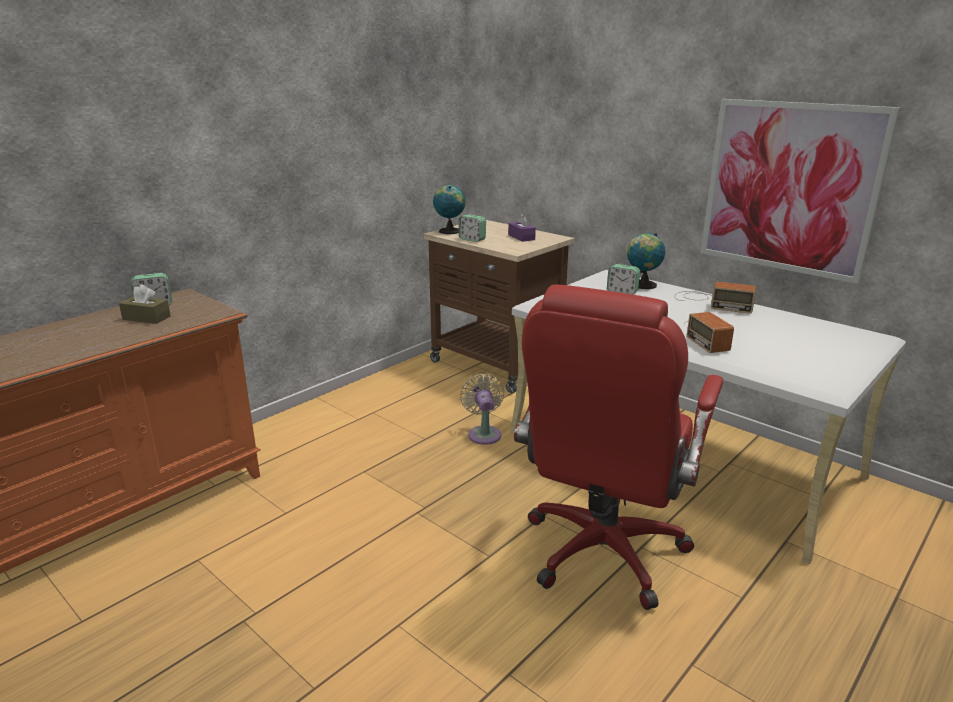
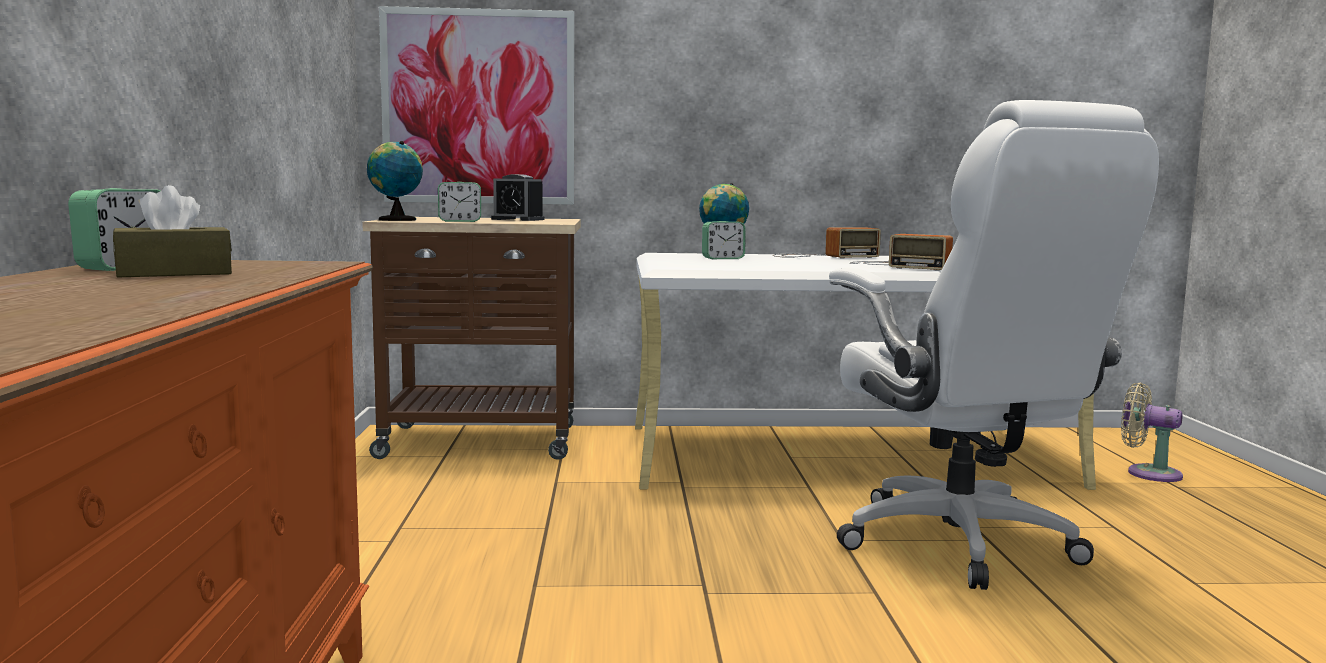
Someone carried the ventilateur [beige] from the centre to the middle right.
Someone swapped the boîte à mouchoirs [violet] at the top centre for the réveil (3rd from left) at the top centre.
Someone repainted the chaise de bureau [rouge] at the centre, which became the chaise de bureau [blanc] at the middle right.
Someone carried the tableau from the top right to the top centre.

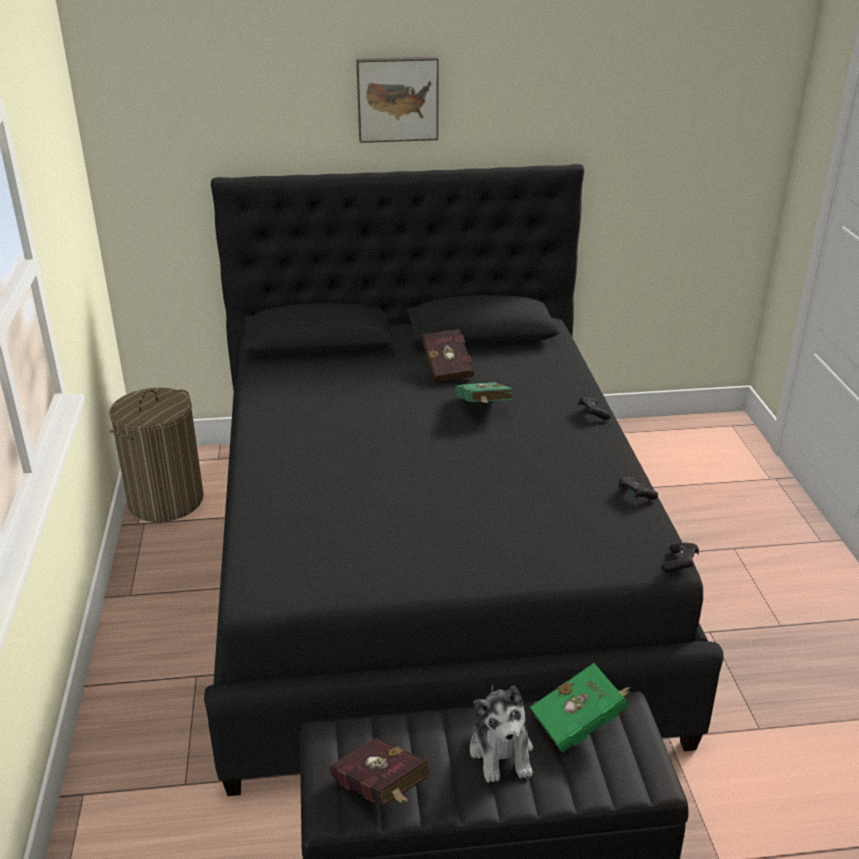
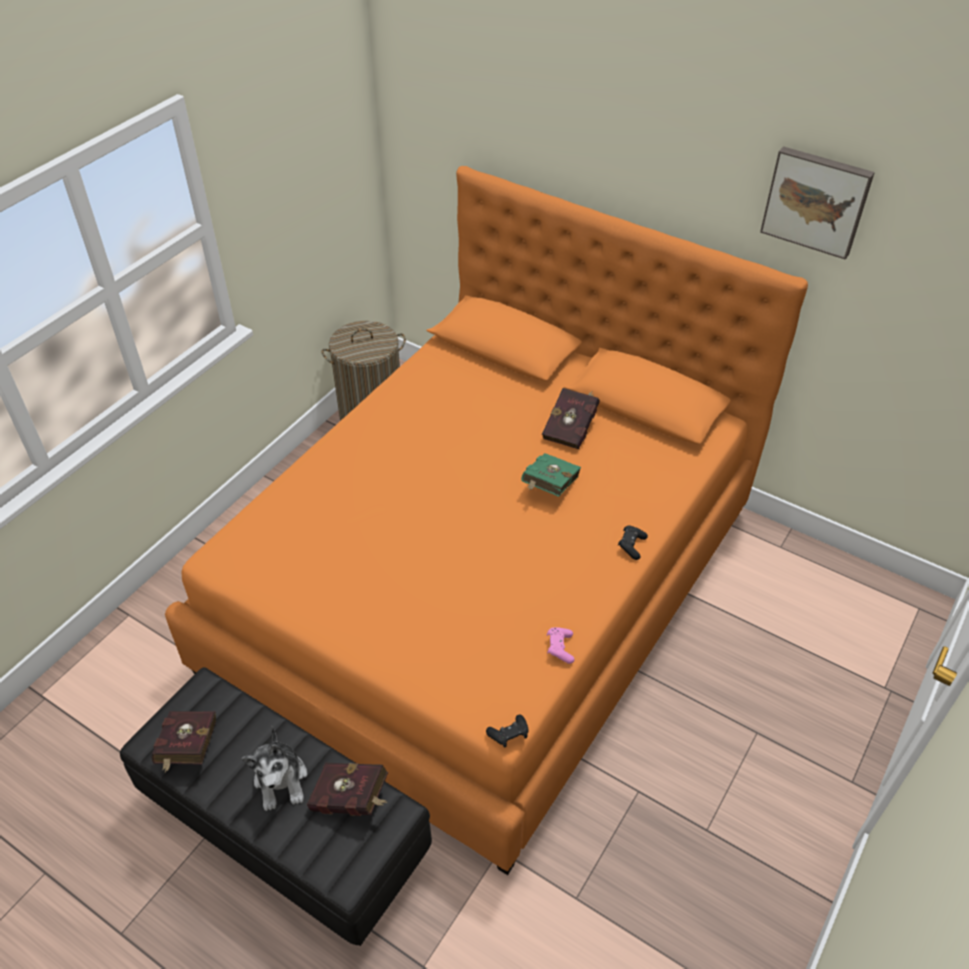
Someone repainted the lit [noir] at the centre, which became the lit [orange] at the centre.
Someone carried the tableau from the top centre to the top right.
Someone rotated the peluche at the bottom centre by 45 degrees counterclockwise.
Someone repainted the livre [vert] (2nd from left) at the bottom right, which became the livre [rouge] (2nd from left) at the bottom centre.
Someone repainted the manette [noir] (2nd from left) at the middle right, which became the manette [rose] at the centre.

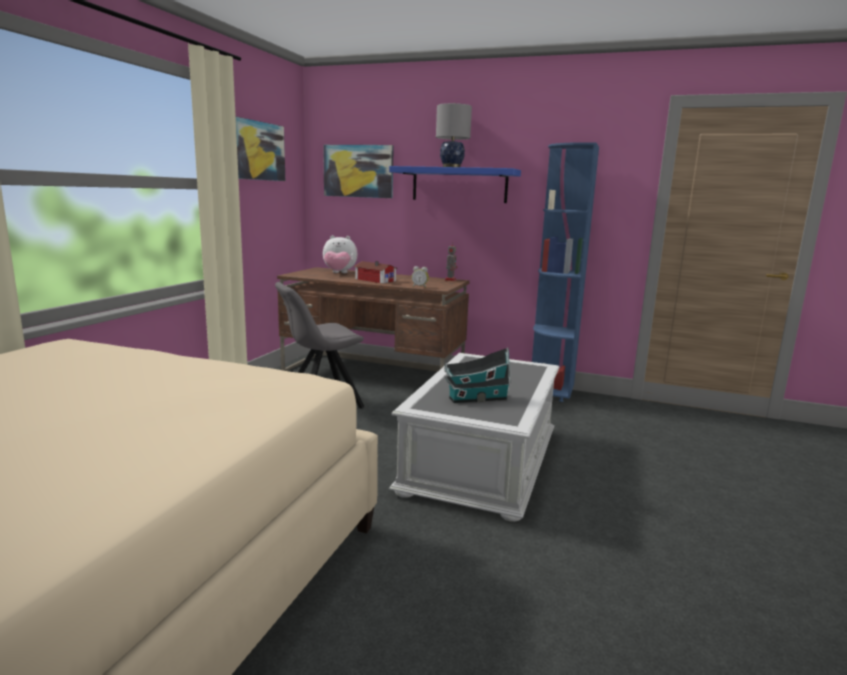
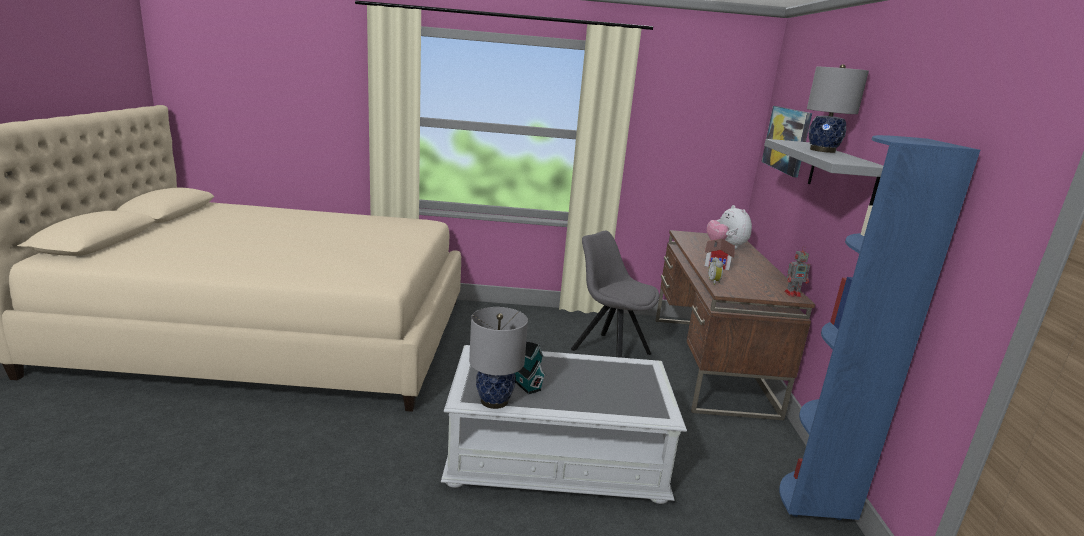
Someone took away the tableau (1st from left) at the top left.
Someone repainted the étagère [bleu] at the top centre, which became the étagère [gris] at the top right.
Someone put down the lampe de table [gris] (1st from left) at the bottom centre.

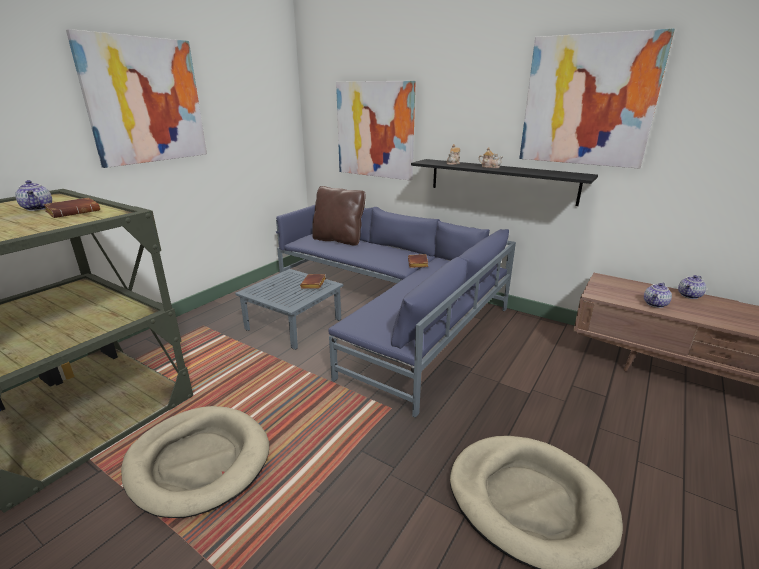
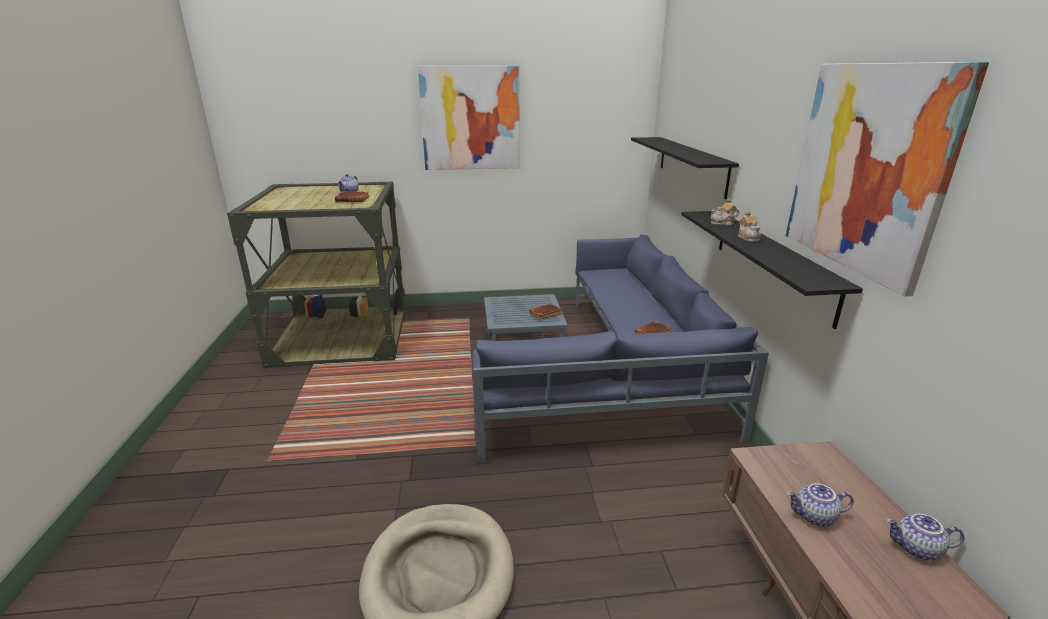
Someone took away the panier pour chien [beige] (1st from left) at the bottom left.
Someone took away the coussin [marron] at the centre.
Someone swapped the tableau (2nd from left) at the top centre for the étagère [noir] (1st from left) at the top centre.

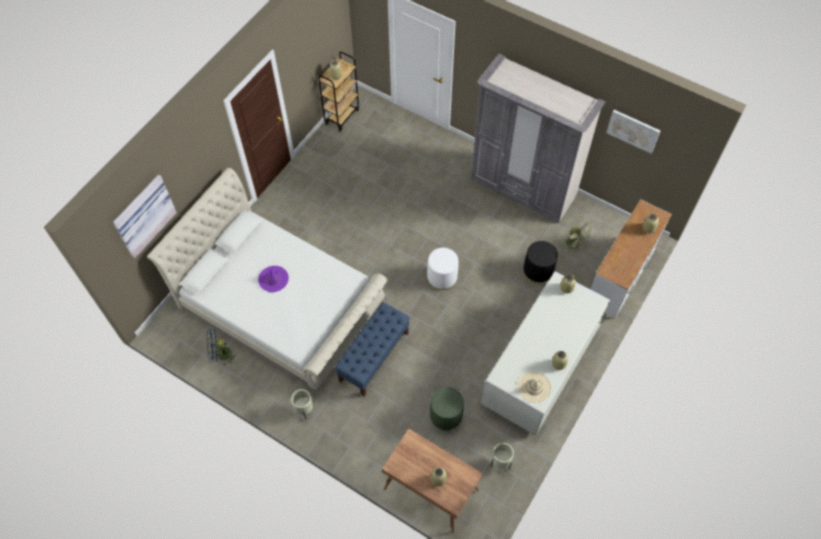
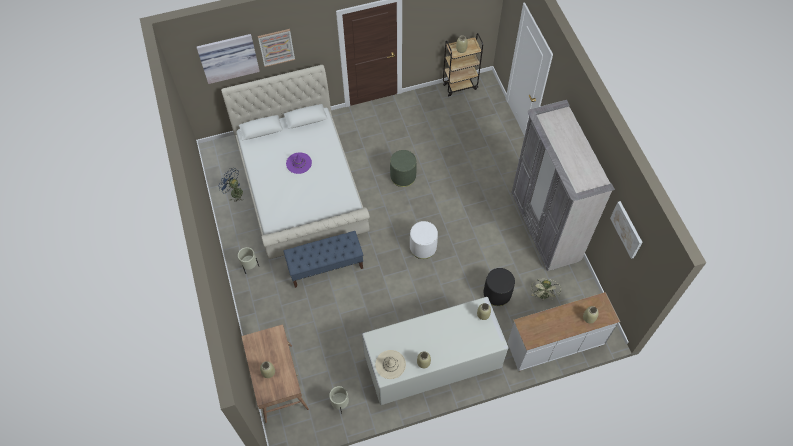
Someone carried the pouf [vert] from the bottom centre to the centre.
Someone put up the tableau (2nd from left) at the top centre.

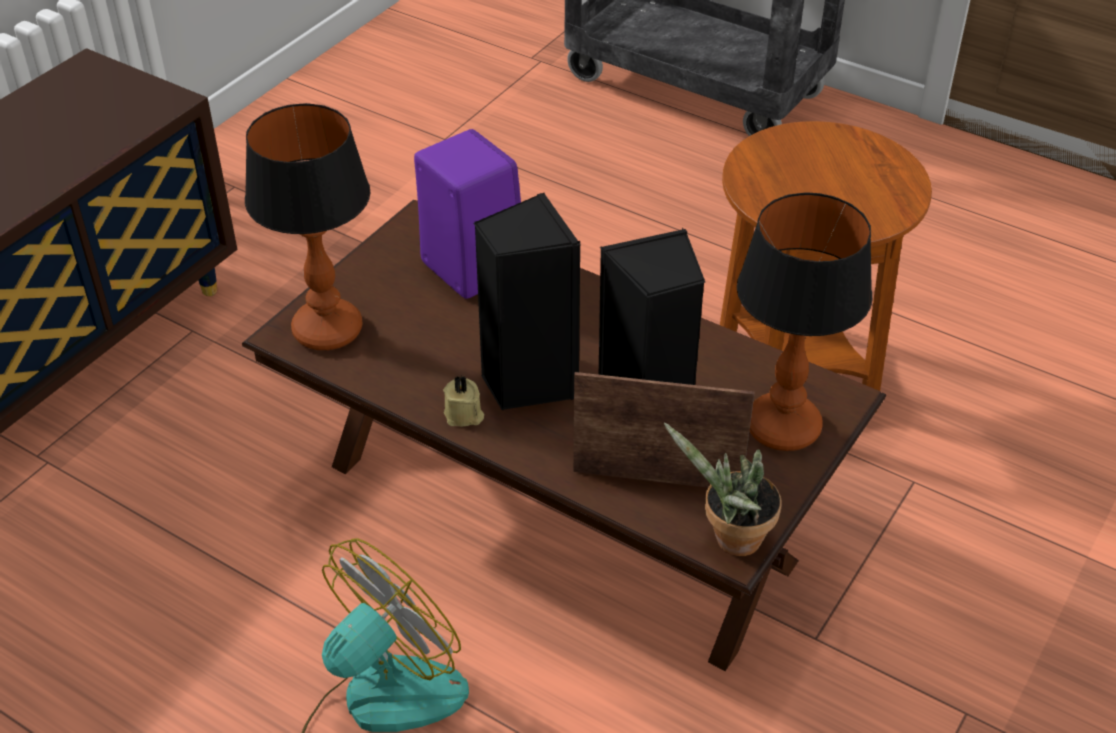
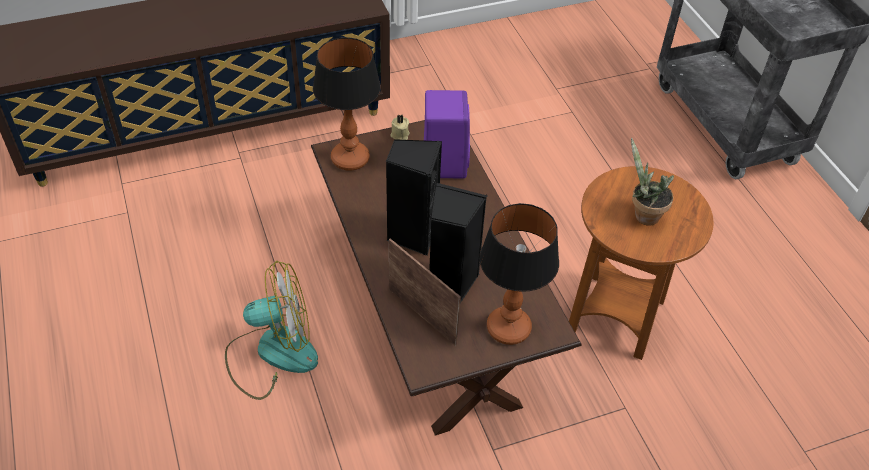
Someone carried the bougie [beige] from the centre to the top centre.
Someone carried the plante en pot from the bottom centre to the middle right.

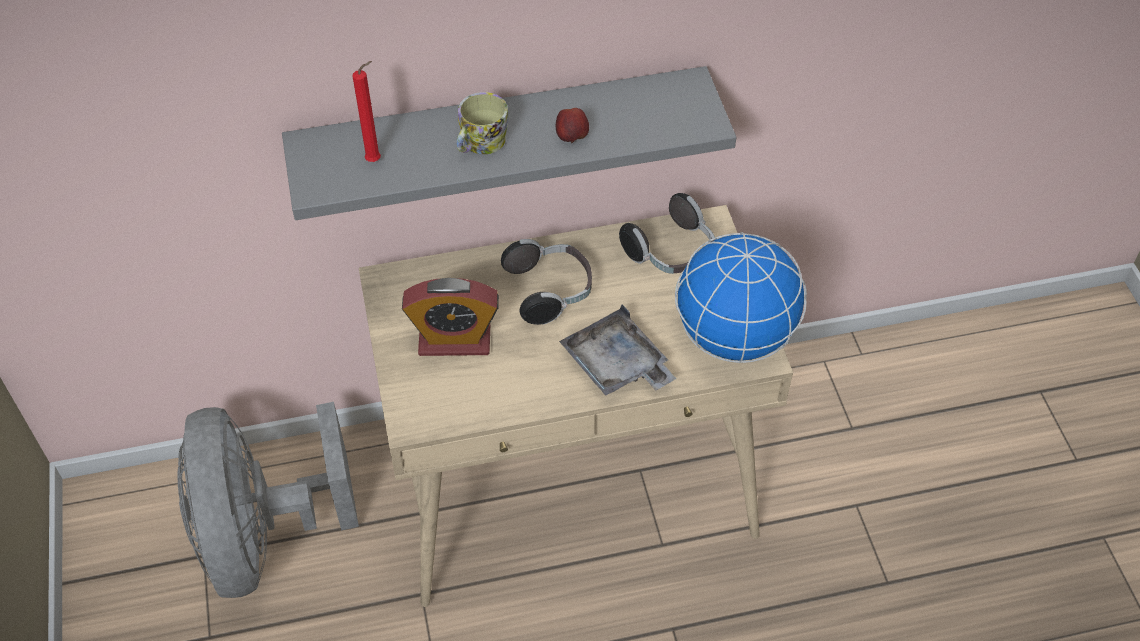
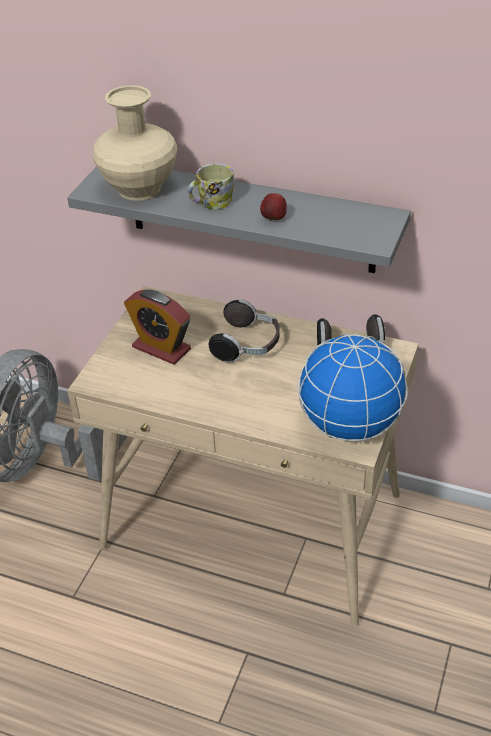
Someone swapped the bougie [rouge] at the top left for the vase [beige] at the top left.
Someone took away the plateau [gris] at the centre.

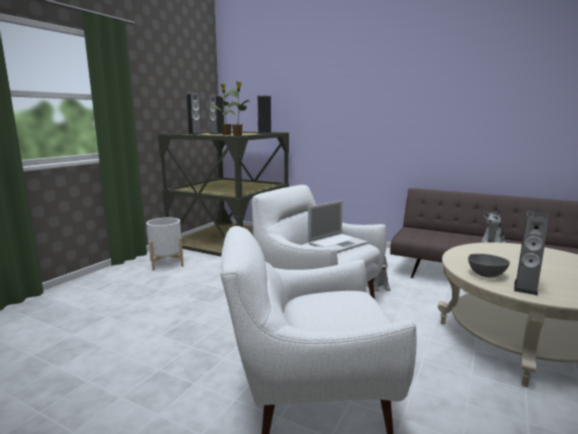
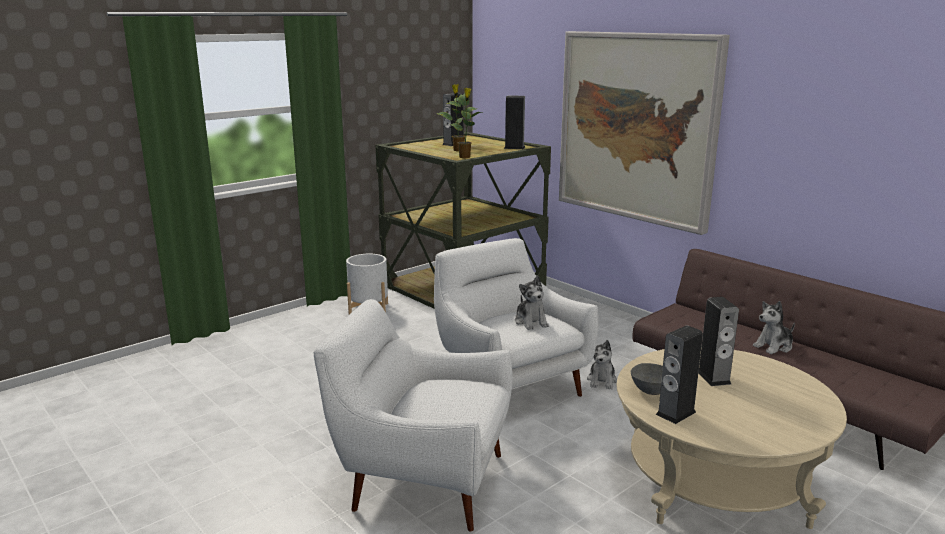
Someone carried the enceinte (1st from left in the first image) from the top centre to the middle right.
Someone swapped the ordinateur portable at the centre for the peluche (1st from left) at the centre.
Someone put up the tableau at the top right.

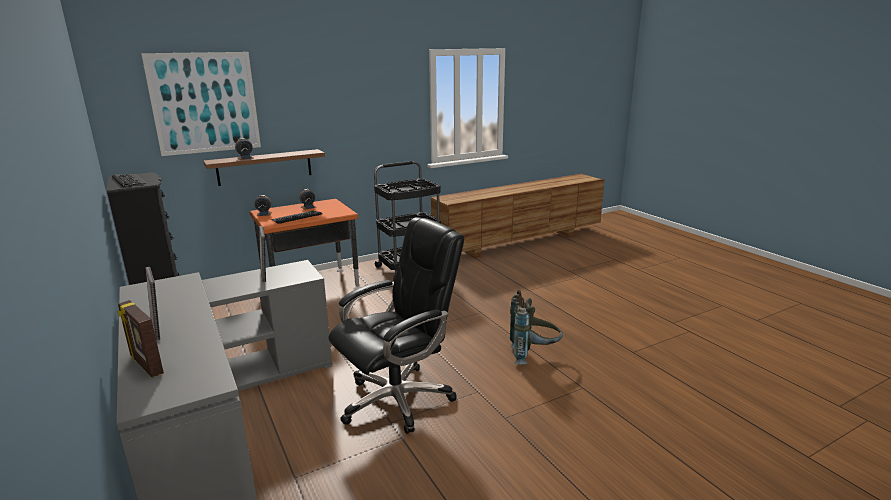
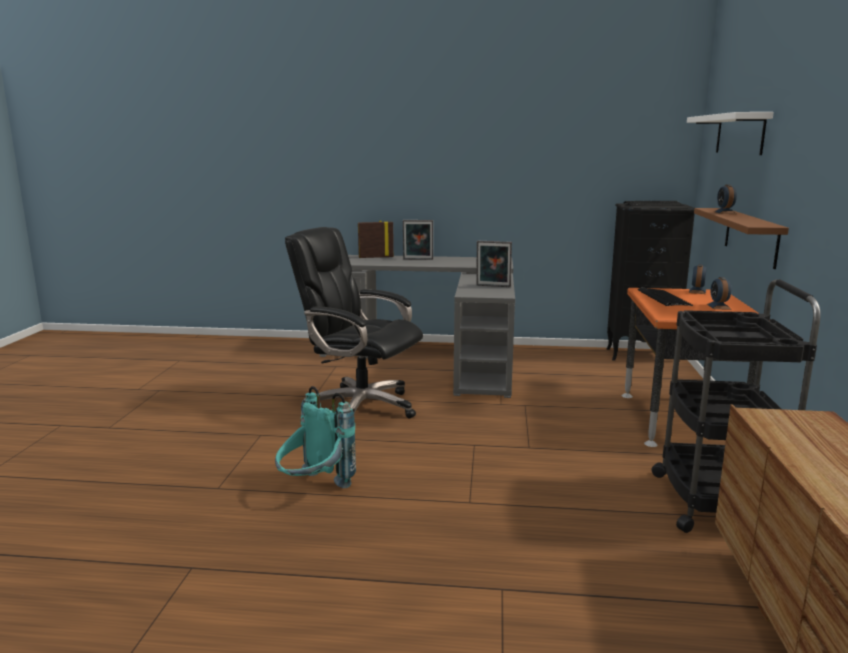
Someone swapped the tableau at the top left for the étagère [blanc] at the top right.
Someone rotated the chaise de bureau [noir] at the centre by 120 degrees clockwise.
Someone repainted the sac à dos [gris] at the centre, which became the sac à dos [turquoise] at the bottom centre.

